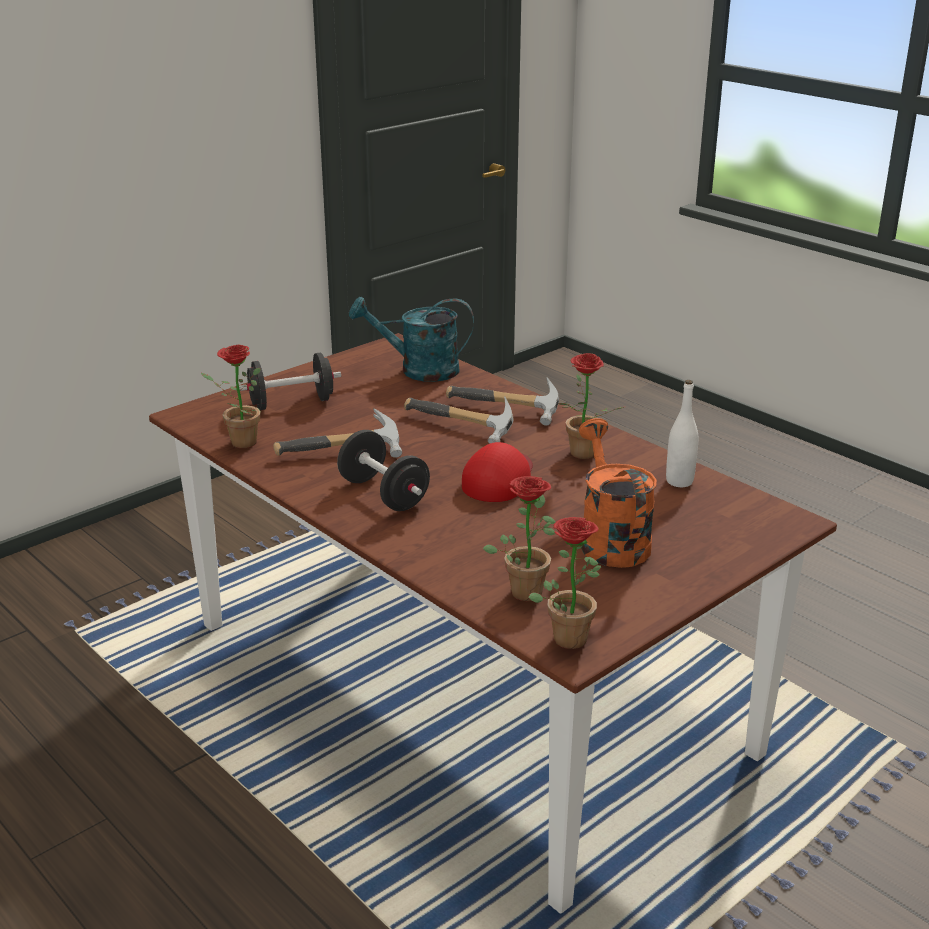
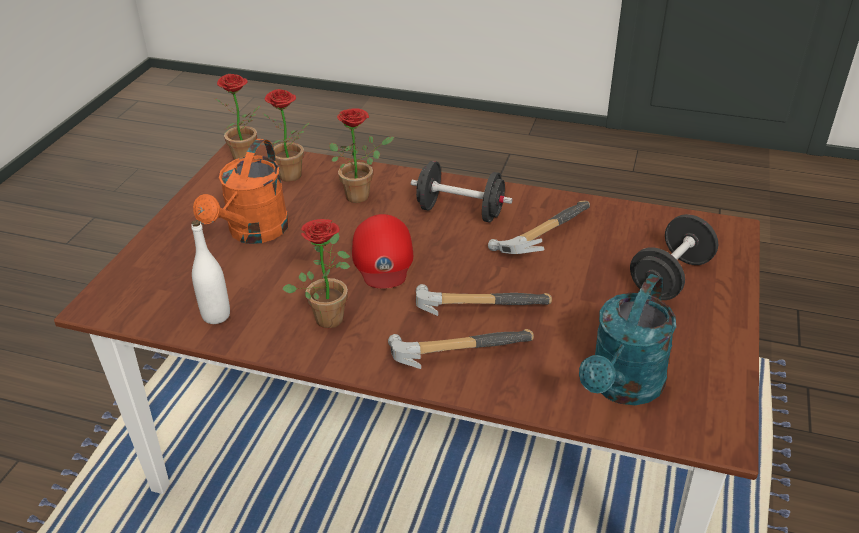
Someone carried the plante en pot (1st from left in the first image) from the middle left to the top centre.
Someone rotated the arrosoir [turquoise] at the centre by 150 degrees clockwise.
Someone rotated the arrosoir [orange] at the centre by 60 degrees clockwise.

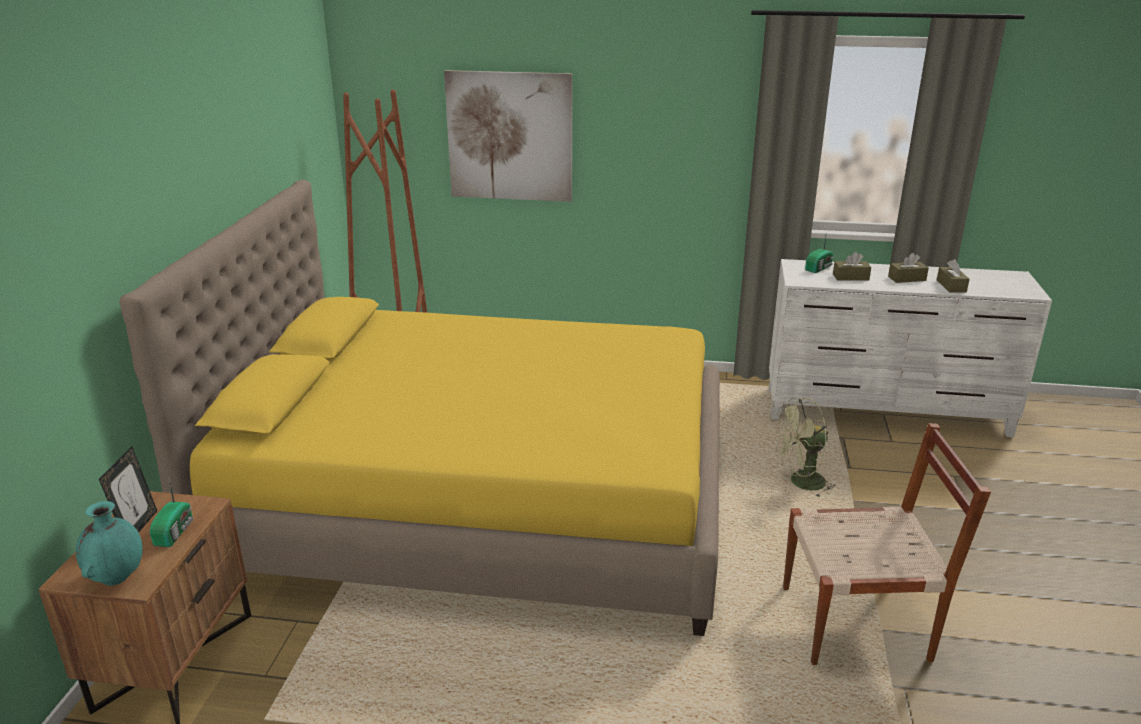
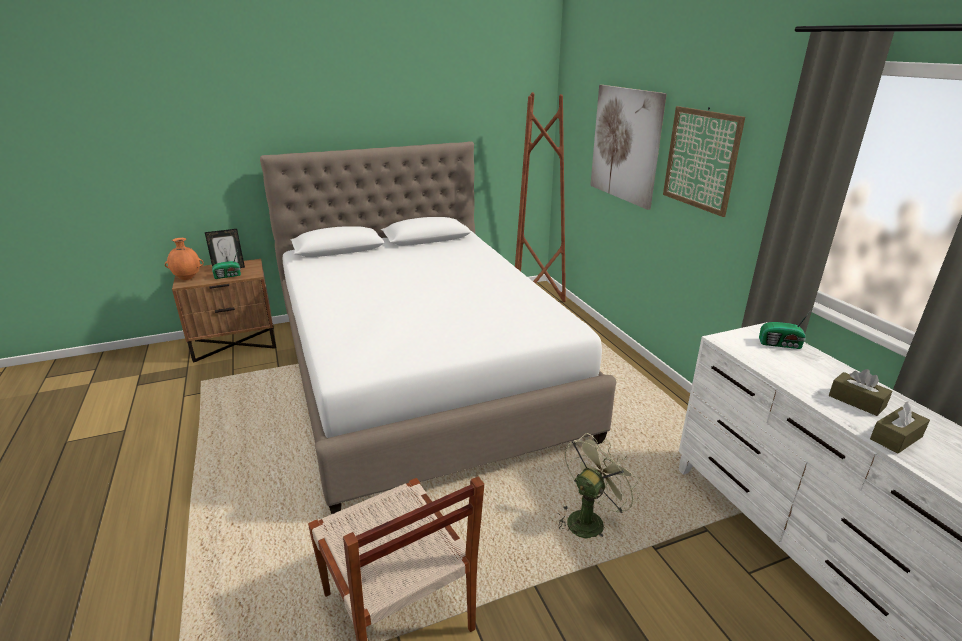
Someone repainted the vase [turquoise] at the bottom left, which became the vase [orange] at the middle left.
Someone repainted the lit [jaune] at the centre, which became the lit [blanc] at the centre.
Someone rotated the ventilateur [vert] at the middle right by 90 degrees clockwise.
Someone took away the boîte à mouchoirs [marron] (1st from left) at the middle right.
Someone put up the tableau (2nd from left) at the top right.

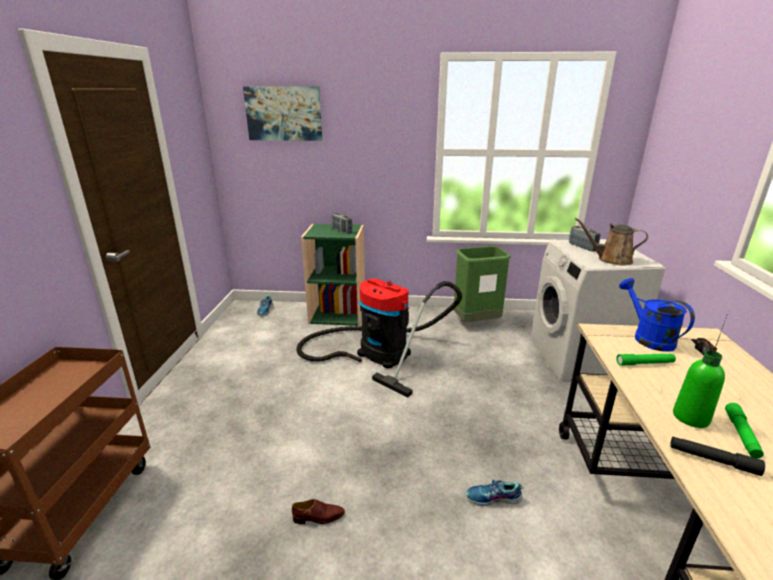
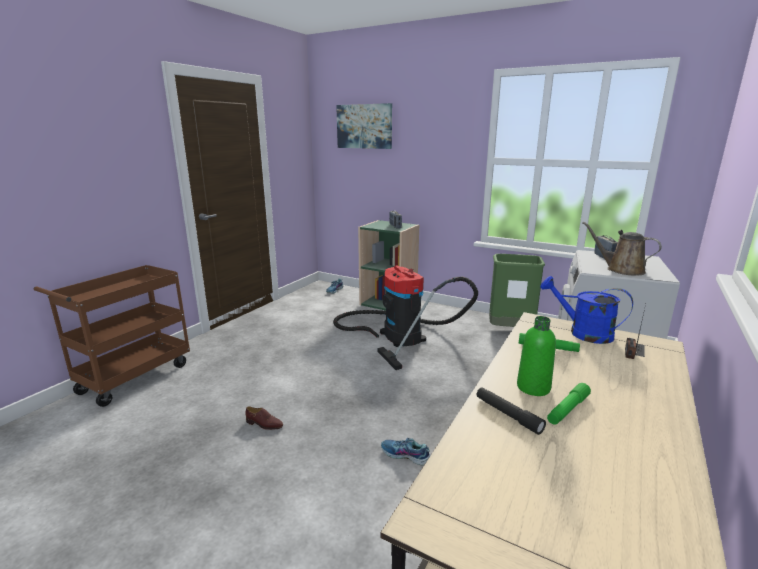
Someone rotated the arrosoir [bleu] at the middle right by 60 degrees counterclockwise.

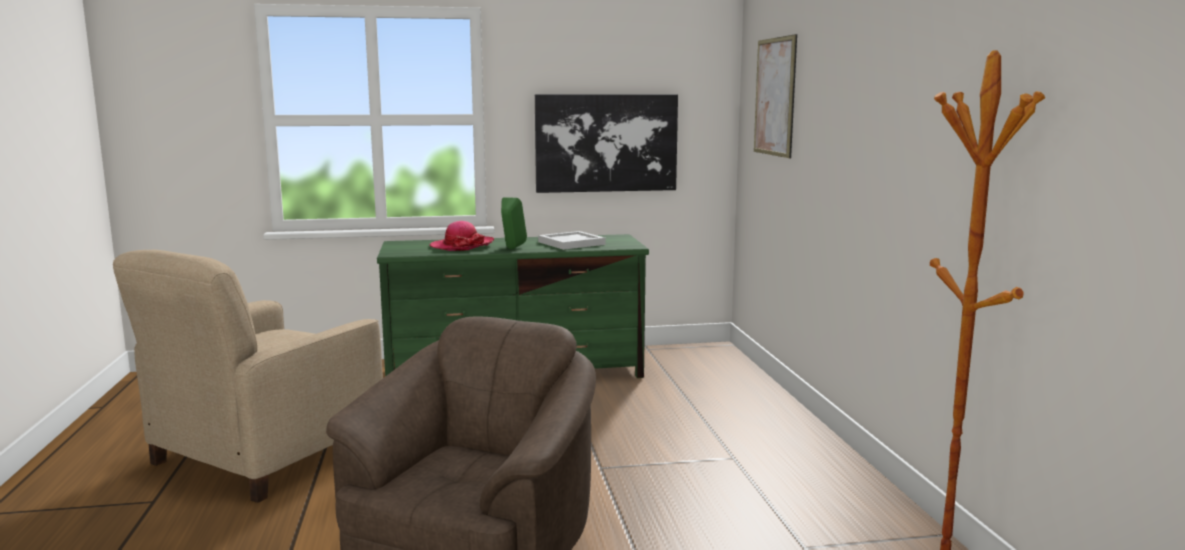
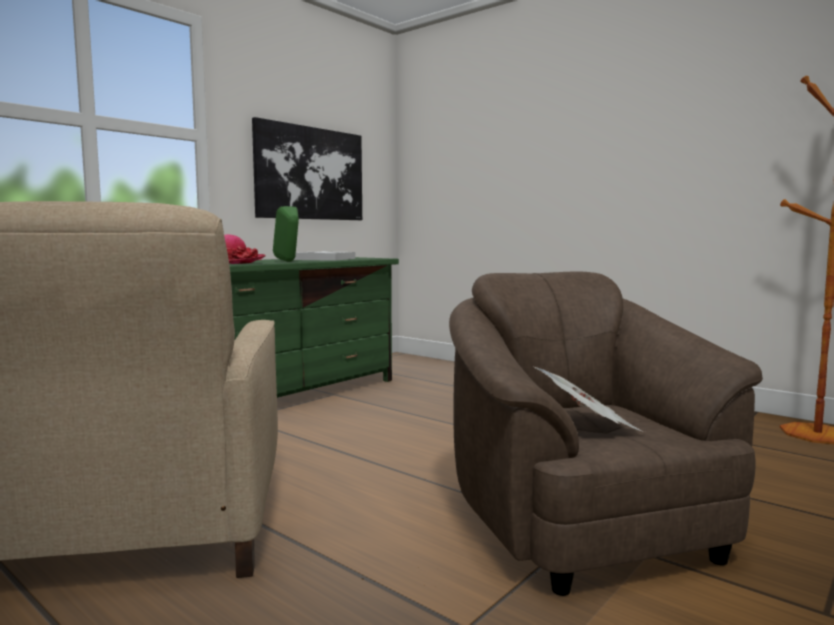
Someone took away the tableau (2nd from left) at the top centre.
Someone put down the journal at the middle right.

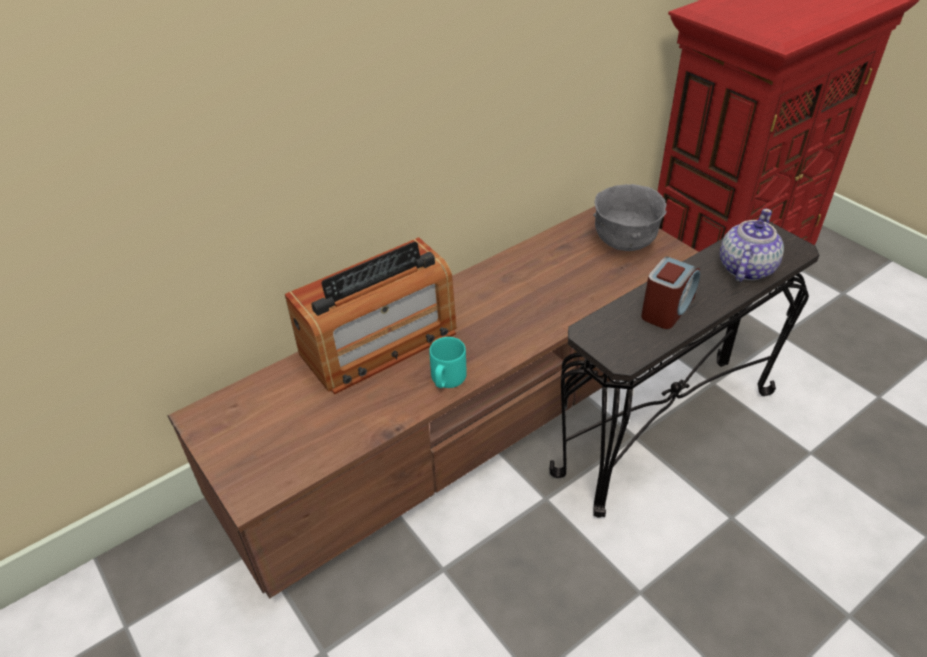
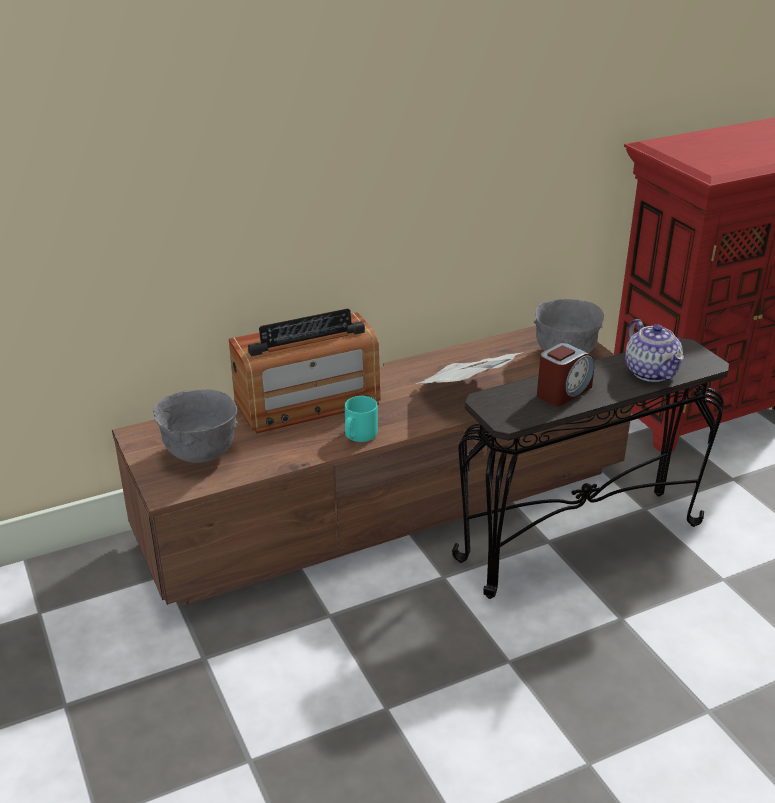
Someone rotated the théière at the middle right by 120 degrees clockwise.
Someone put down the bol [gris] (1st from left) at the middle left.
Someone put down the journal at the centre.

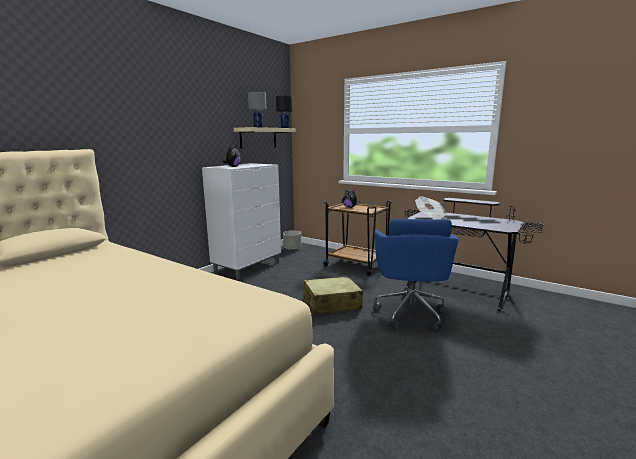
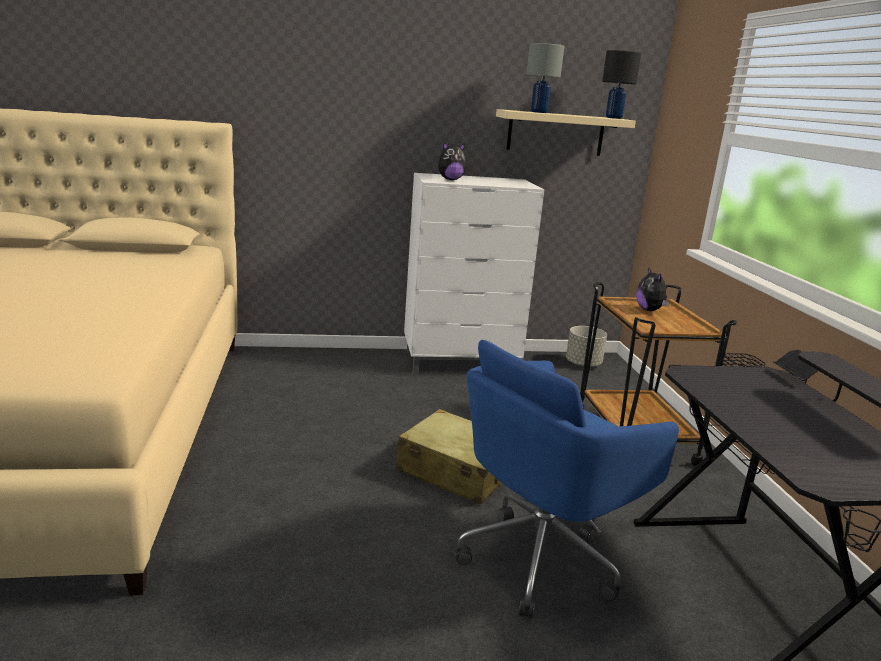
Someone took away the journal at the middle right.

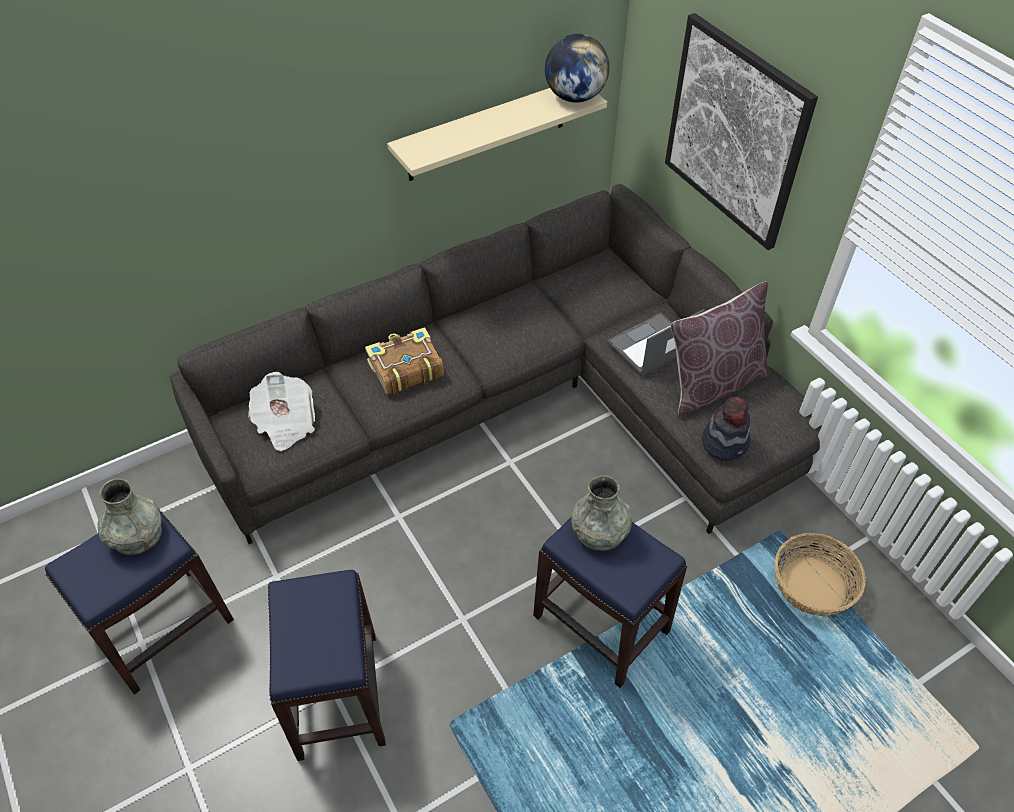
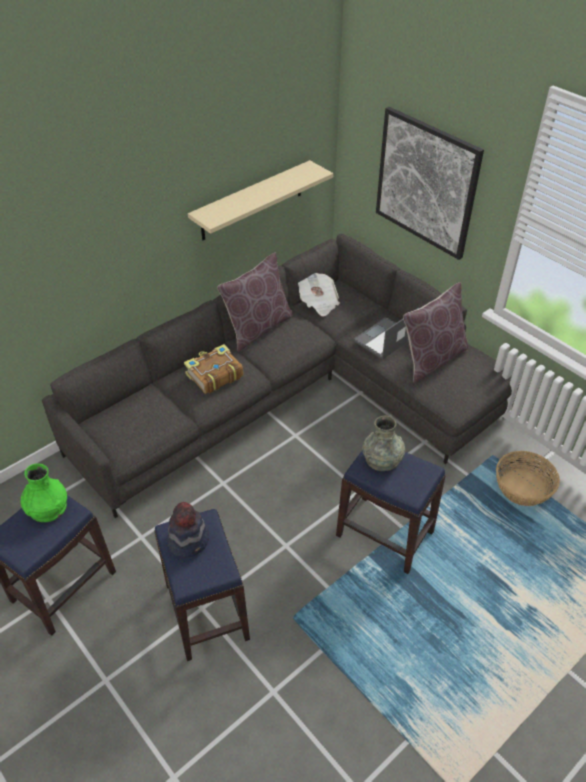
Someone repainted the vase [gris] (1st from left) at the middle left, which became the vase [vert] at the middle left.
Someone carried the journal from the middle left to the centre.
Someone took away the globe at the top centre.
Someone carried the chapeau from the middle right to the bottom left.
Someone put down the coussin [marron] (1st from left) at the centre.

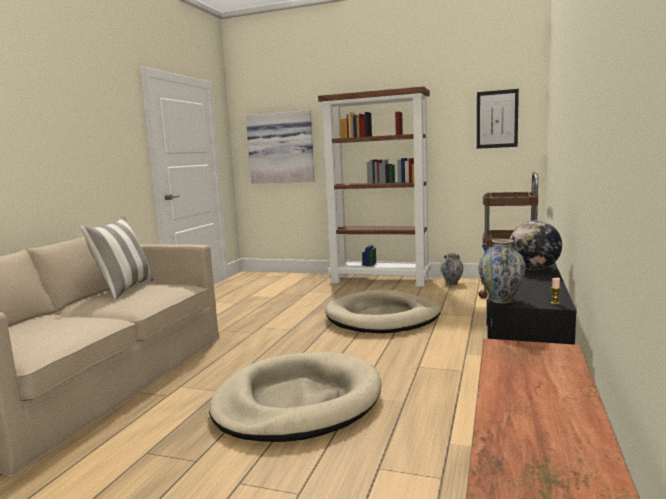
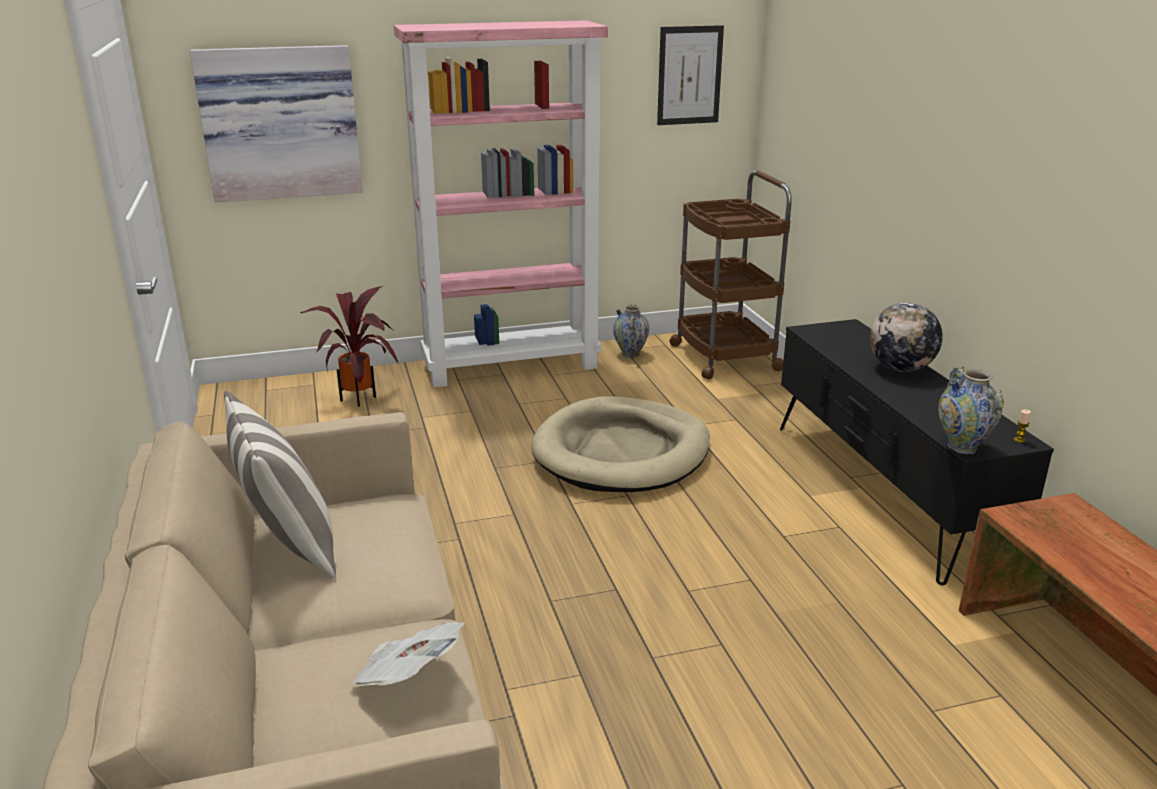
Someone took away the panier pour chien [beige] (1st from left) at the bottom centre.
Someone repainted the bibliothèque [marron] at the centre, which became the bibliothèque [rose] at the top centre.
Someone put down the plante en pot at the middle left.
Someone put down the journal at the bottom centre.

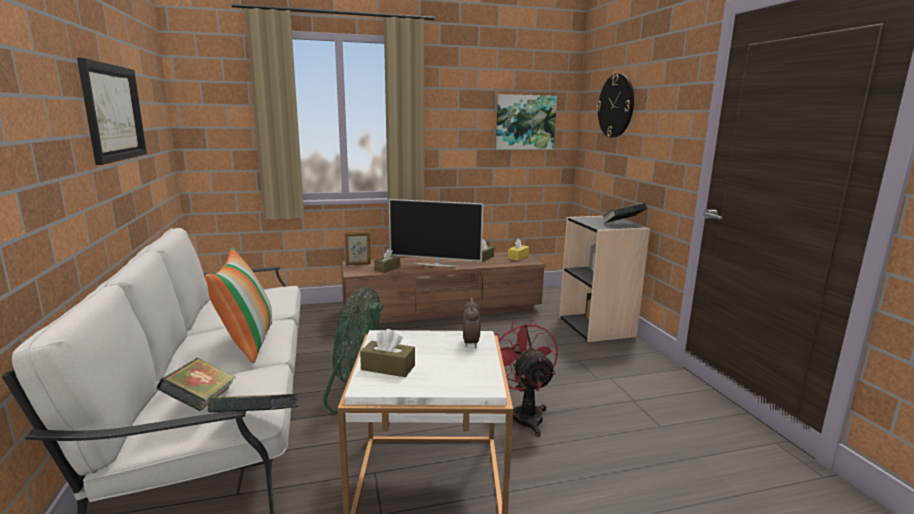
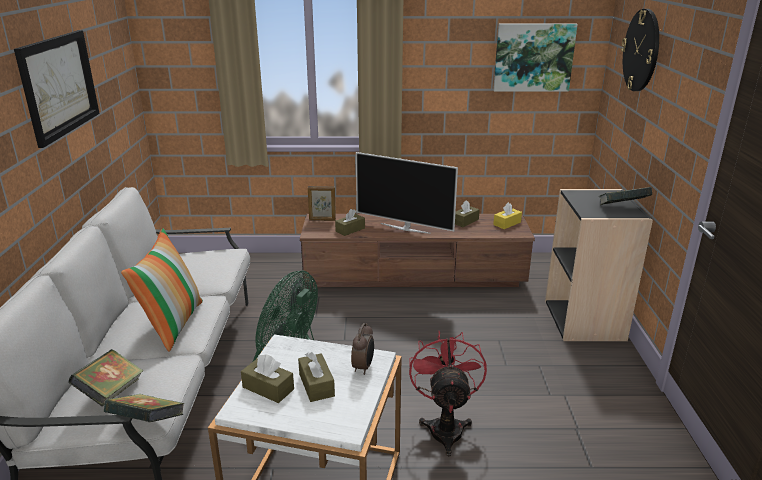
Someone put down the boîte à mouchoirs [marron] (2nd from left) at the bottom centre.

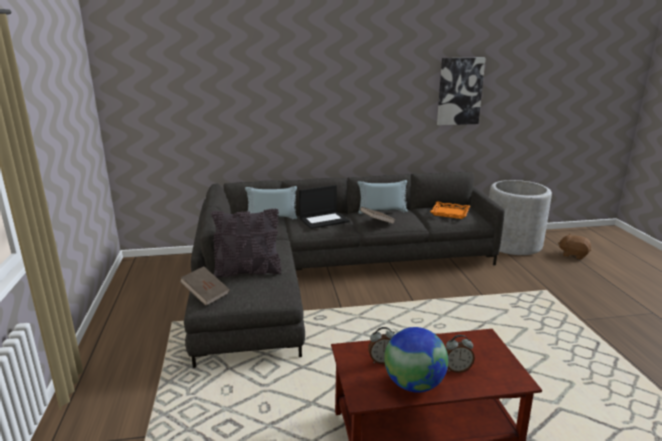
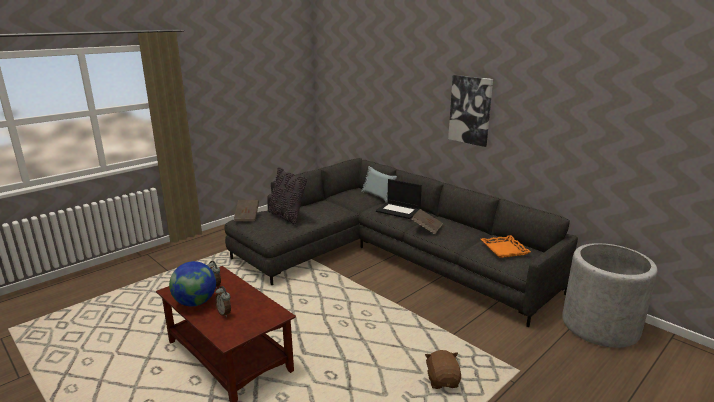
Someone took away the coussin [bleu] (2nd from left) at the centre.
Someone carried the tableau from the top right to the top centre.
Someone carried the peluche [marron] from the middle right to the bottom centre.

